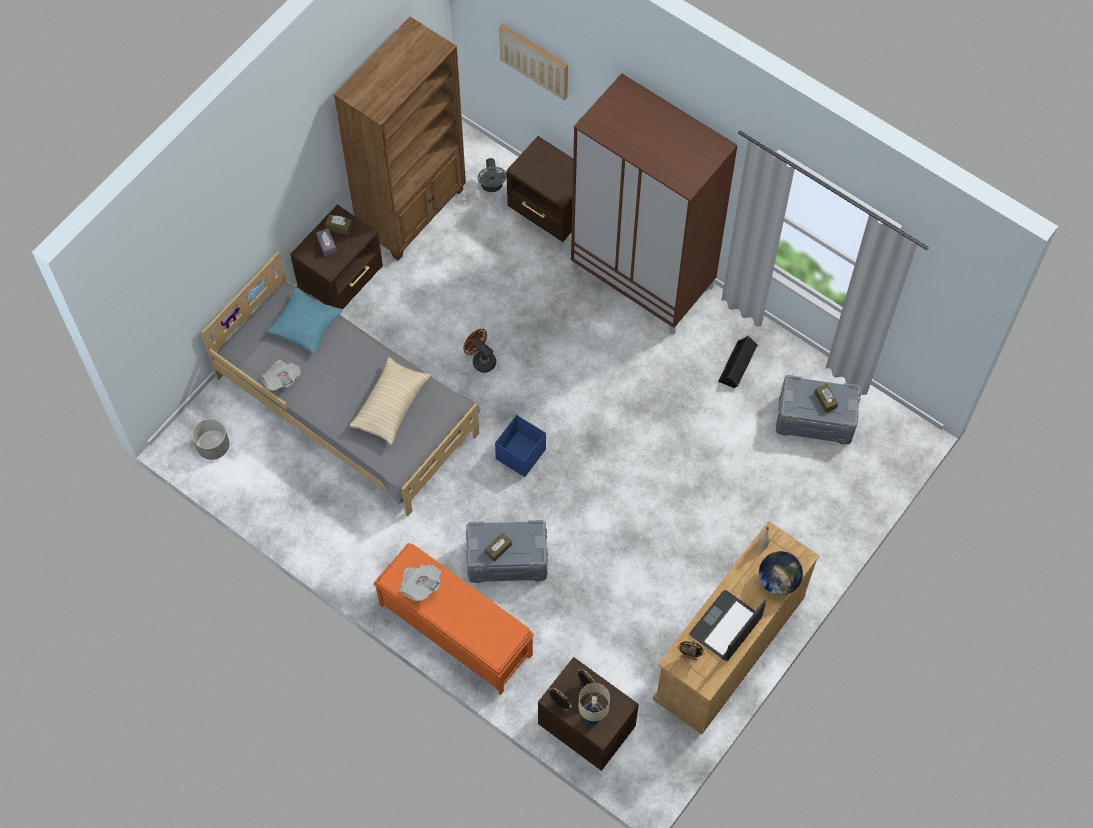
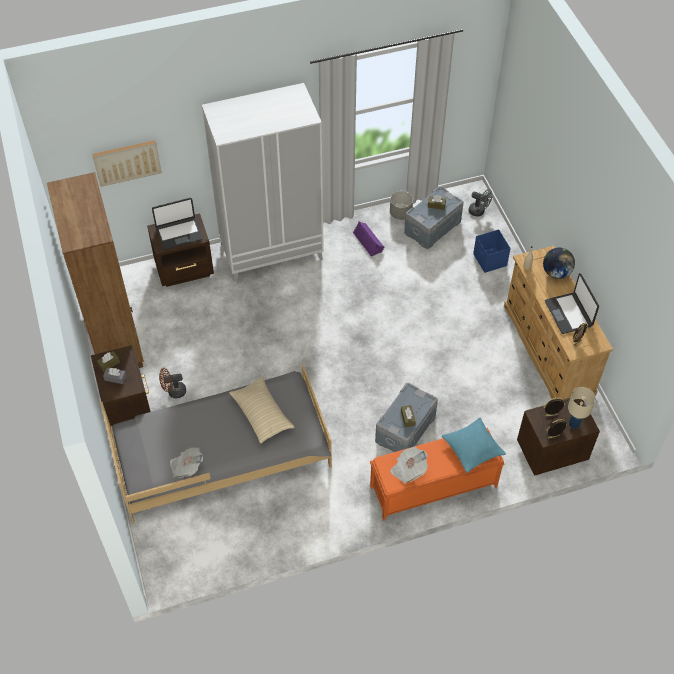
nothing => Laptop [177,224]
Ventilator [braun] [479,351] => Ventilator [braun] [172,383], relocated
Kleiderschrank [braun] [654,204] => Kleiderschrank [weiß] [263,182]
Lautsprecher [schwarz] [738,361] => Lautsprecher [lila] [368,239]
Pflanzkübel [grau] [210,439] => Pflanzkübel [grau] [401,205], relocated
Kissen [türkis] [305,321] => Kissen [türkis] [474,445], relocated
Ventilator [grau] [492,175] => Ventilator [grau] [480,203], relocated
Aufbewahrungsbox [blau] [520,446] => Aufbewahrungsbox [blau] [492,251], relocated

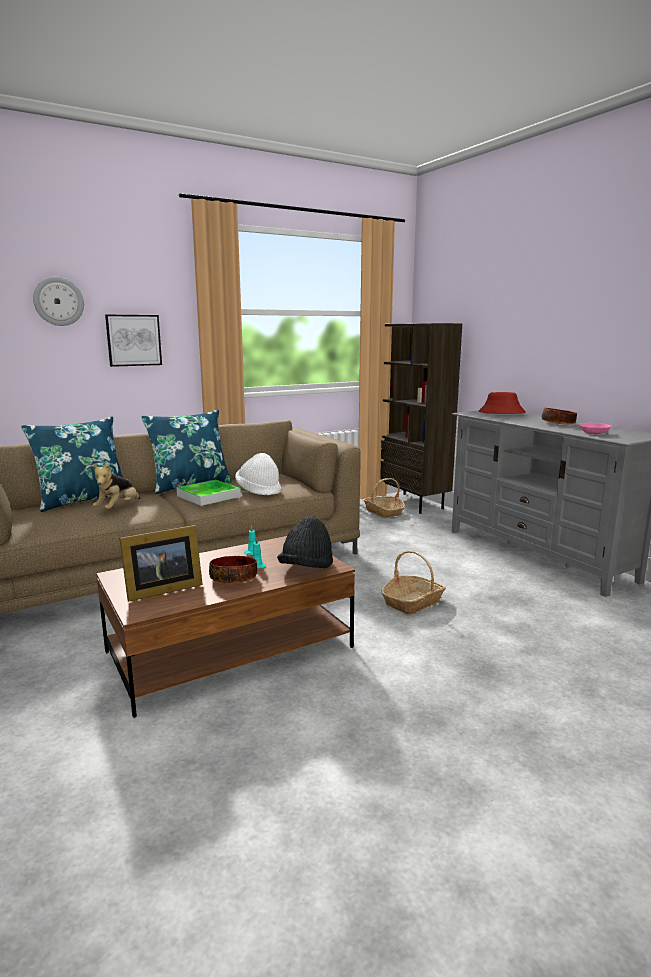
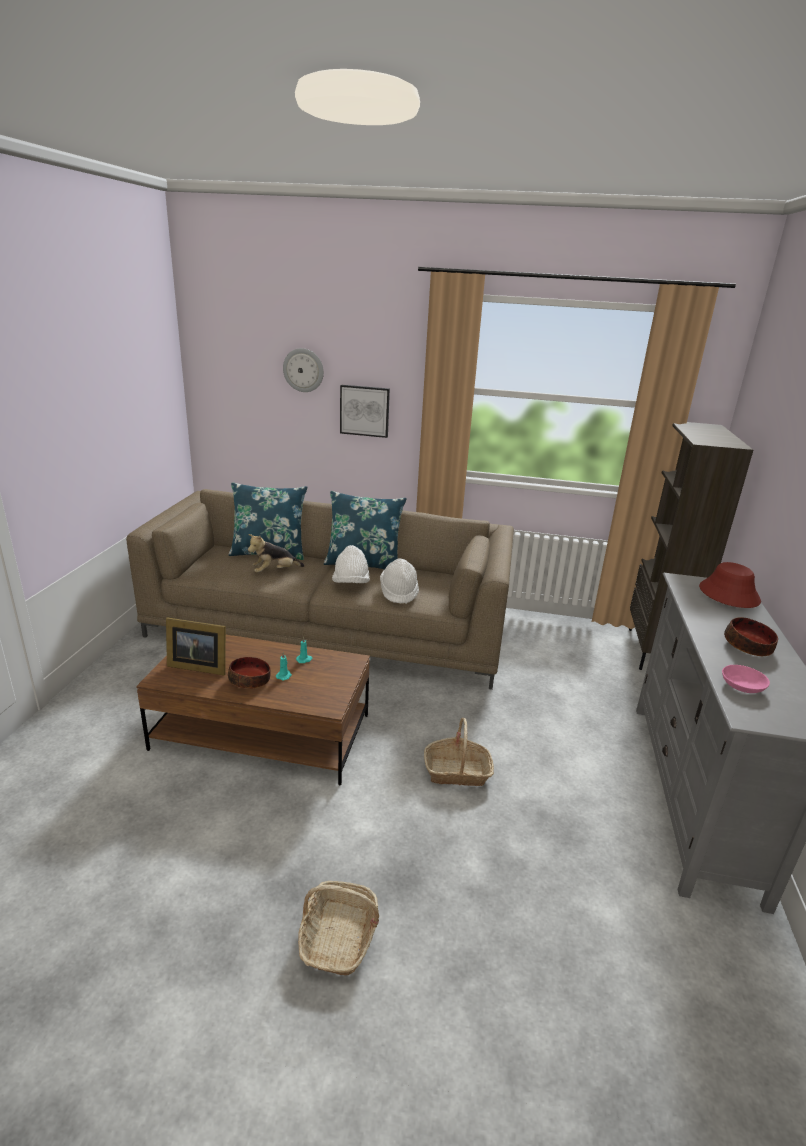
Korb [384,498] => Korb [338,928], relocated
Tablett [208,493] => Hut [weiß] [351,564]
Hut [schwarz] [305,542] => nothing

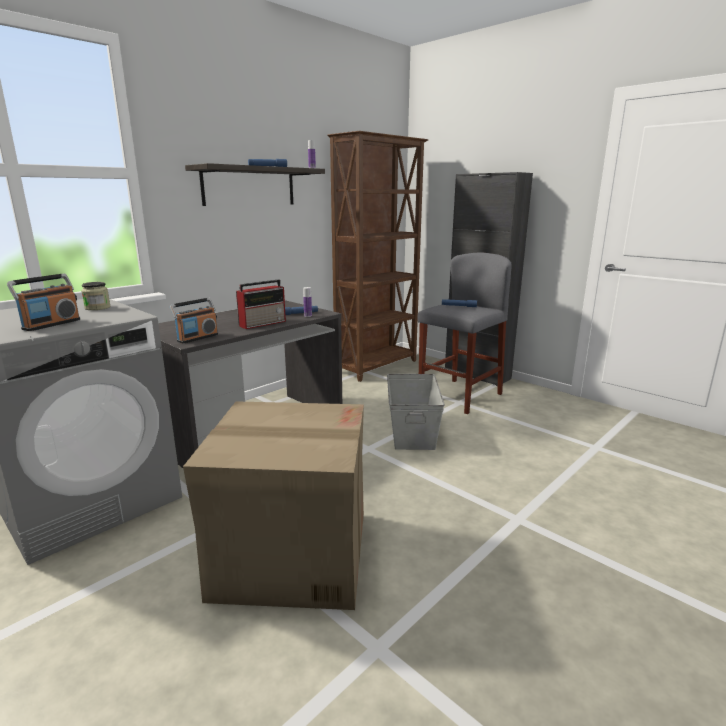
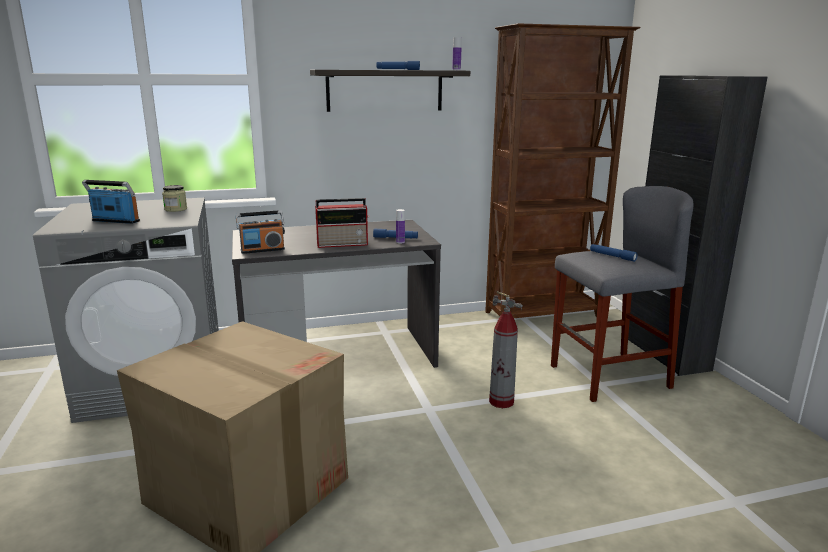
Radio [43,302] => Radio [111,202], 135 degrees counterclockwise
Aufbewahrungsbox [grau] [416,412] => Feuerlöscher [506,349]

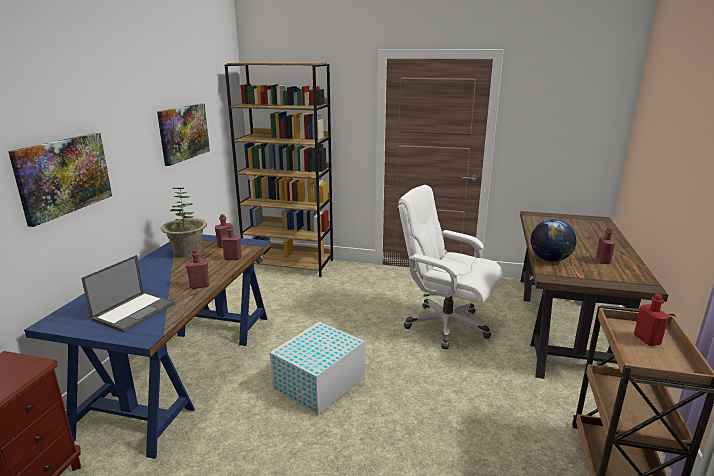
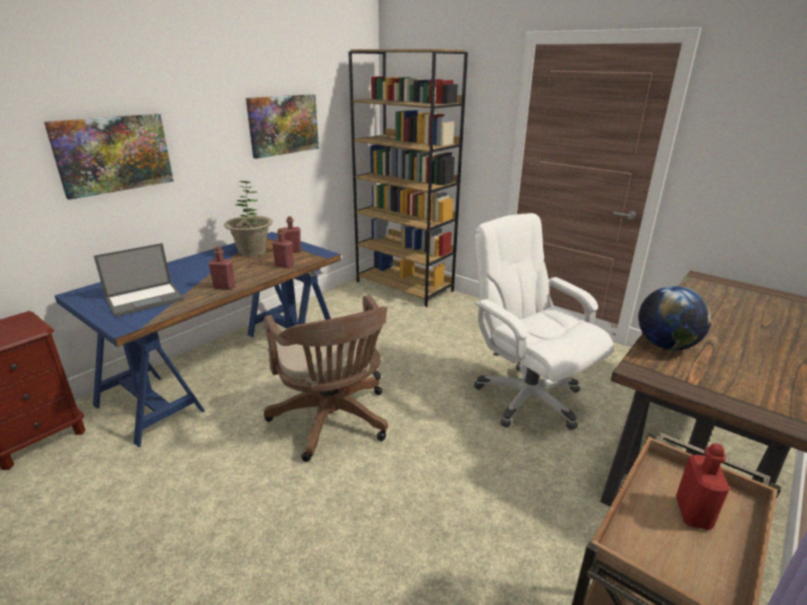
Aufbewahrungsbox [weiß] [317,368] => Bürostuhl [braun] [326,378]
Flasche [rot] [605,245] => nothing

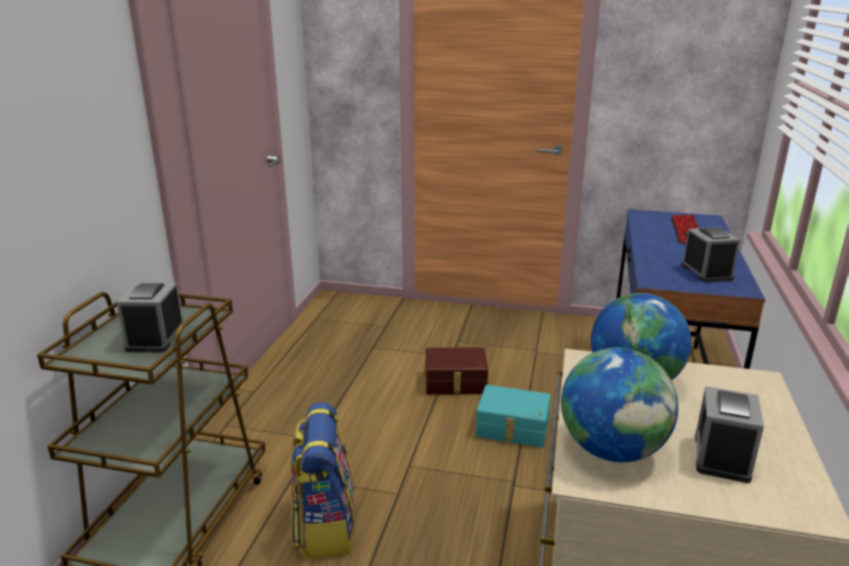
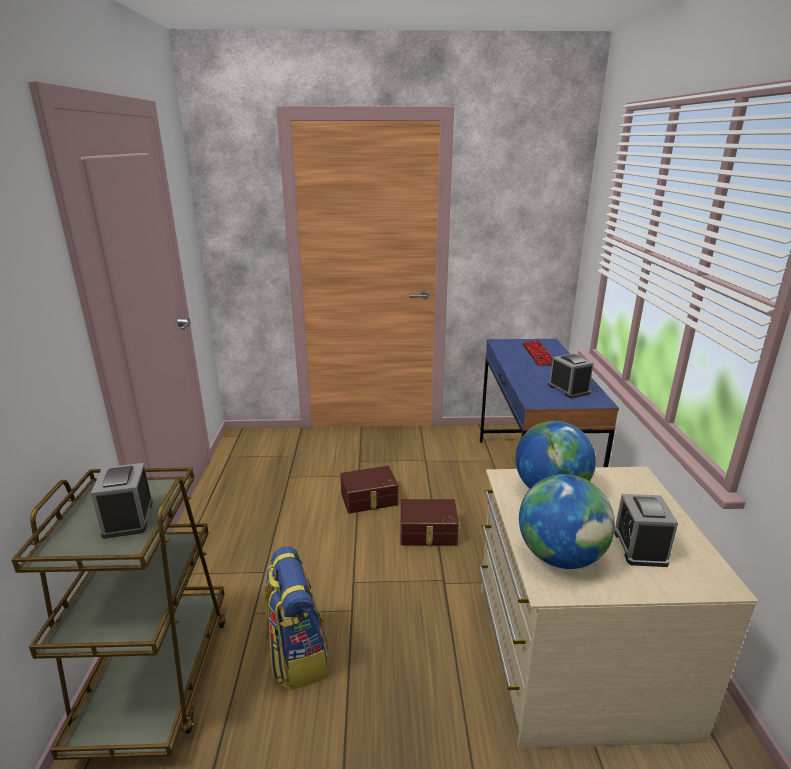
Aufbewahrungsbox [türkis] [513,416] => Aufbewahrungsbox [braun] [429,522]

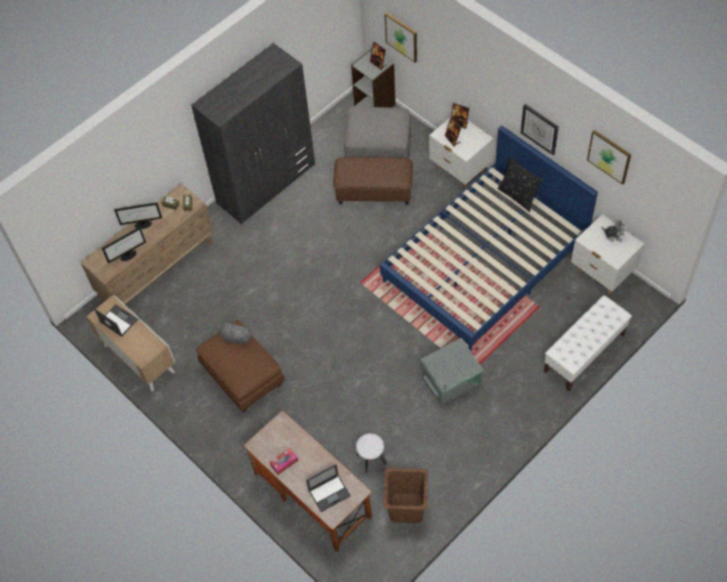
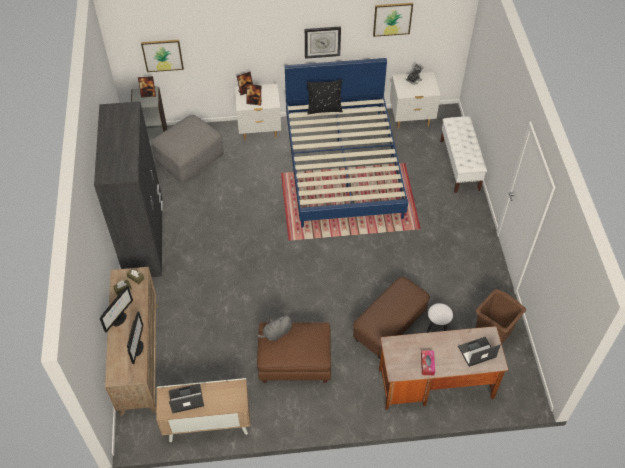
Polsterhocker [braun] [373,181] => Polsterhocker [braun] [391,318], relocated
Laptop [328,488] => Laptop [479,352], 120 degrees counterclockwise
Aufbewahrungsbox [grau] [452,371] => nothing

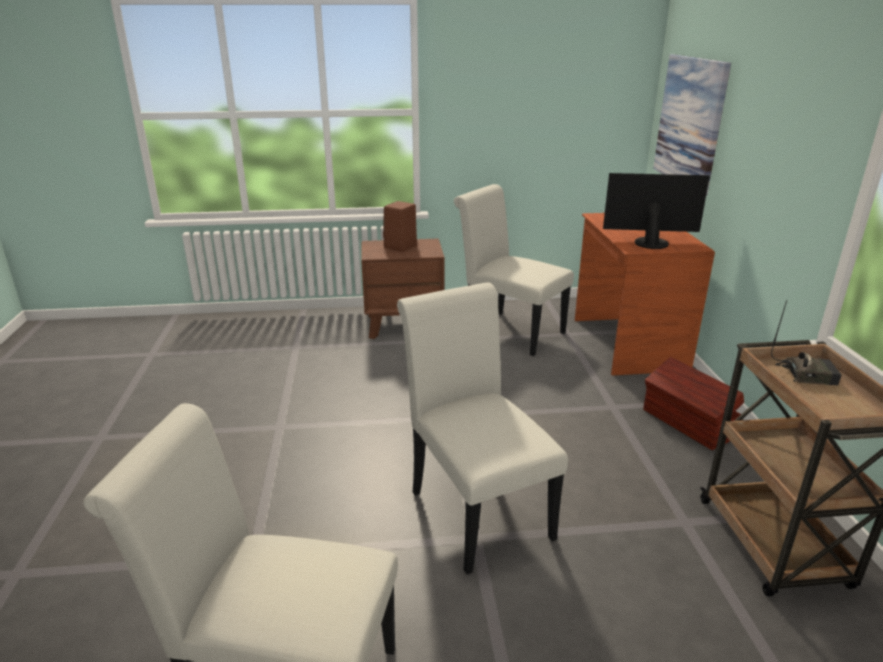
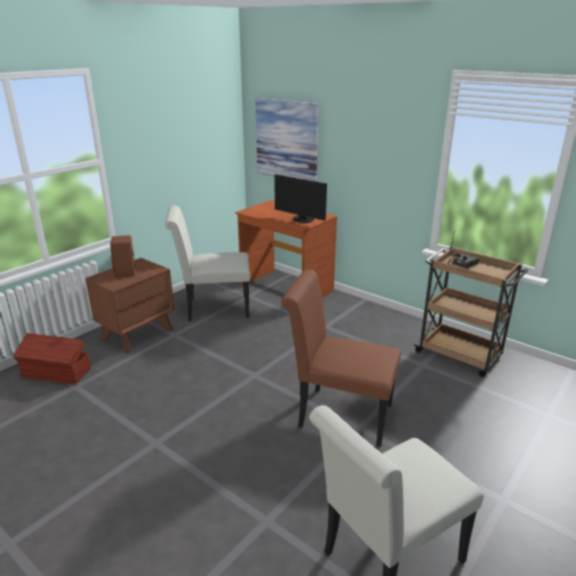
Aufbewahrungsbox [braun] [693,403] => Aufbewahrungsbox [braun] [52,359], relocated
Monitor [656,211] => Monitor [300,198], 105 degrees counterclockwise
Stuhl [weiß] [482,428] => Stuhl [braun] [341,358]

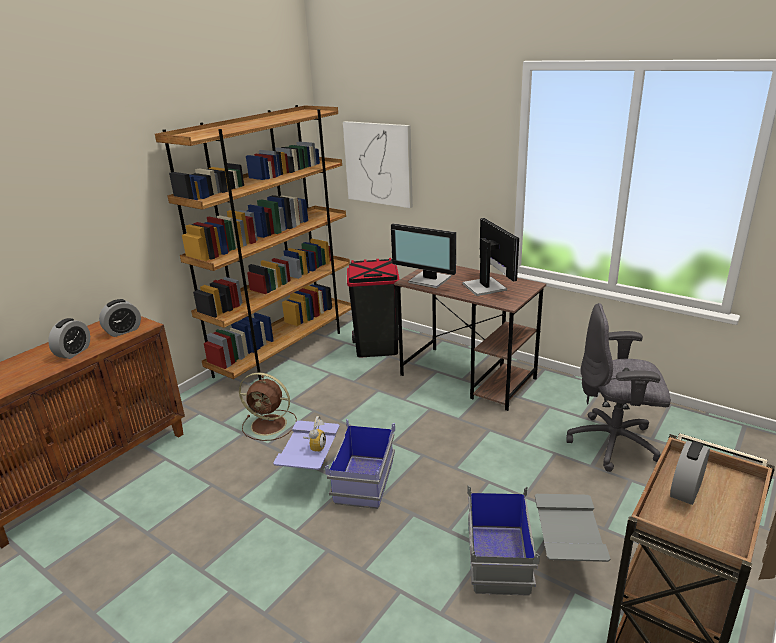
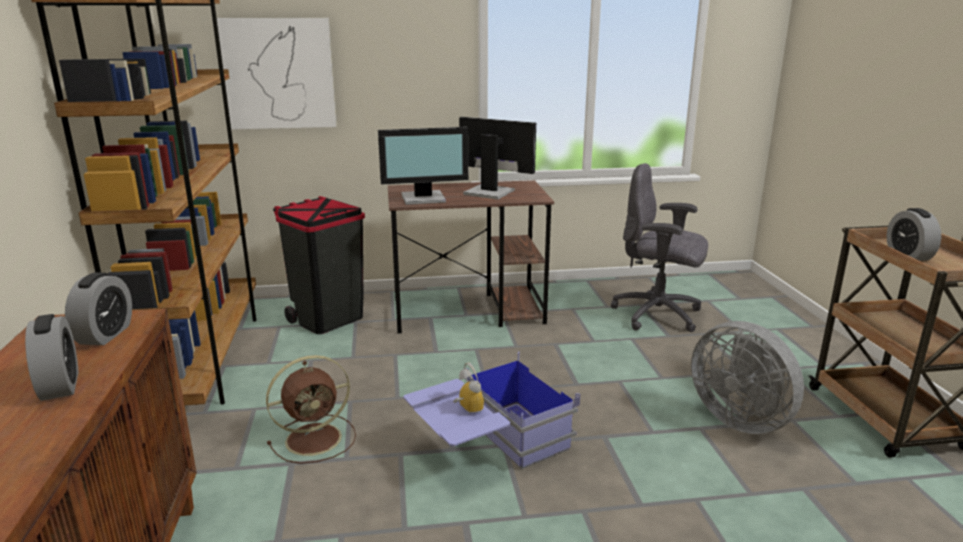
Bürostuhl [grau] [618,387] => Bürostuhl [grau] [659,247], 60 degrees clockwise
Aufbewahrungsbox [grau] [538,541] => Ventilator [grau] [747,377]

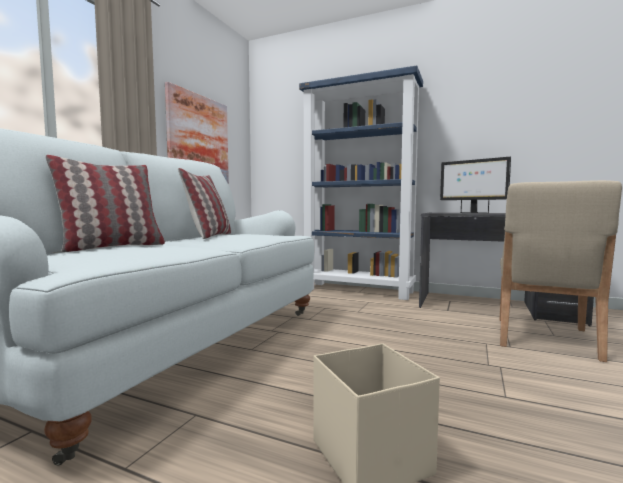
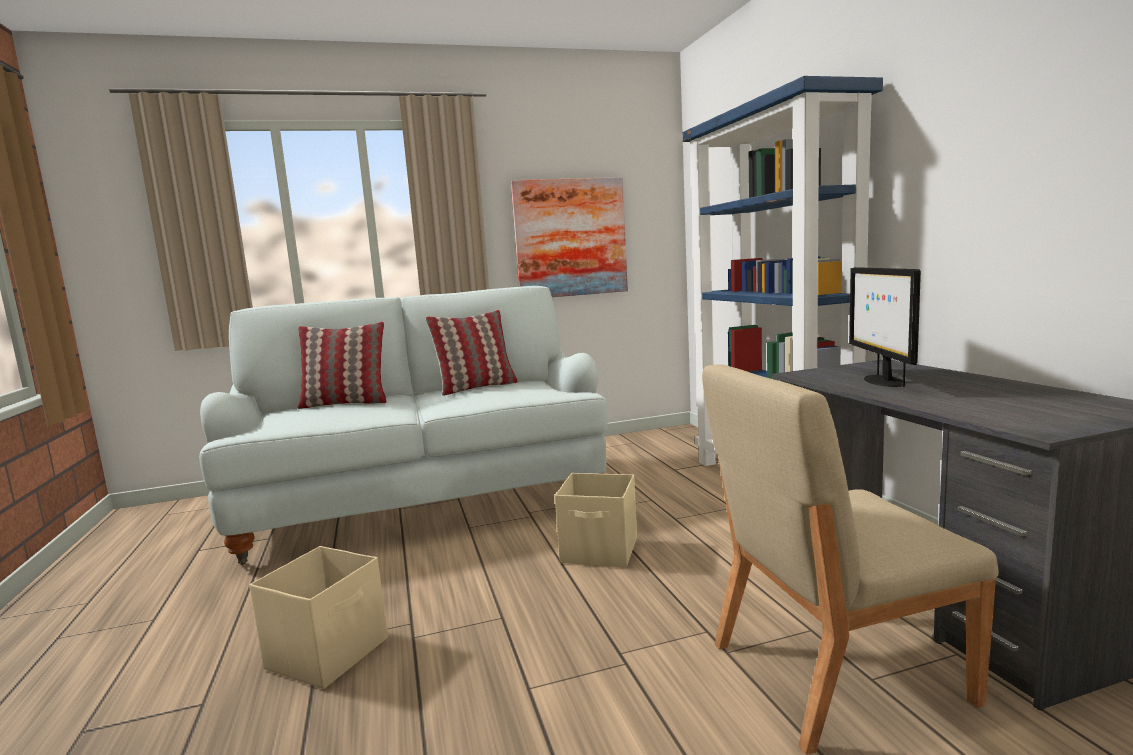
nothing => Aufbewahrungsbox [beige] [596,520]

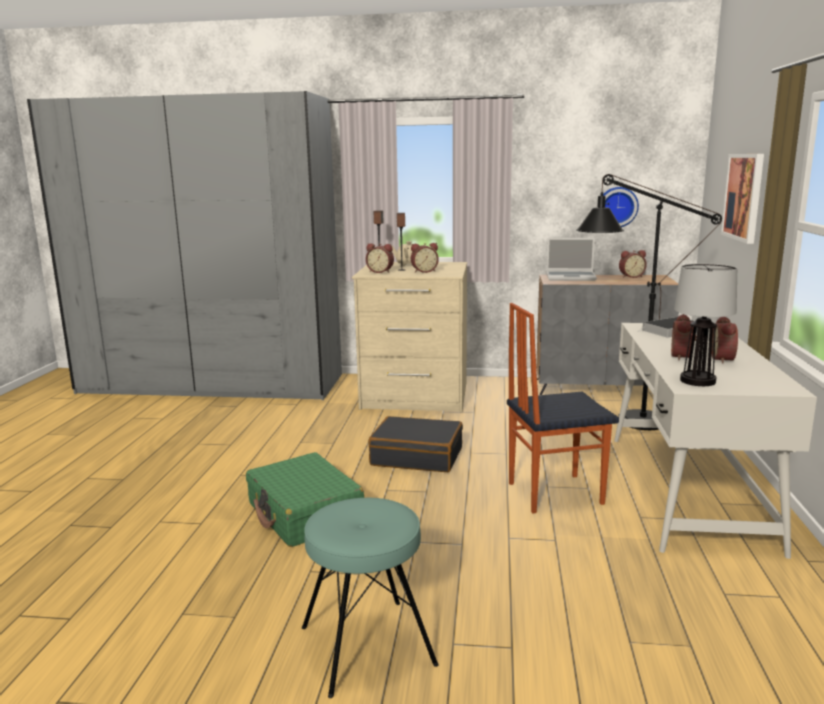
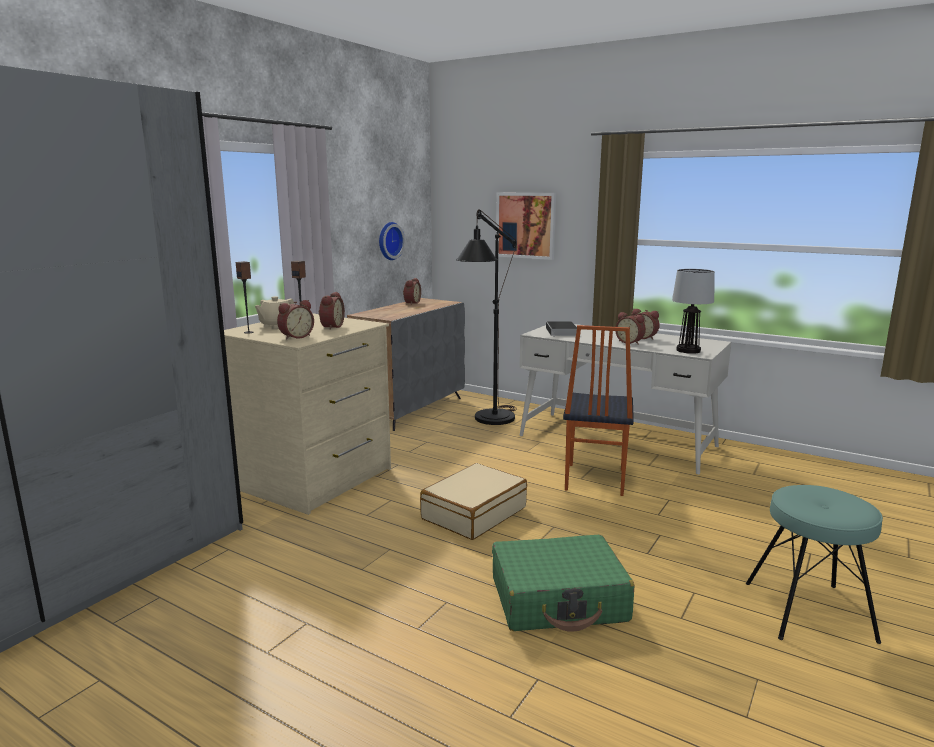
Koffer [schwarz] [415,444] => Koffer [beige] [473,501]
Laptop [572,259] => nothing

